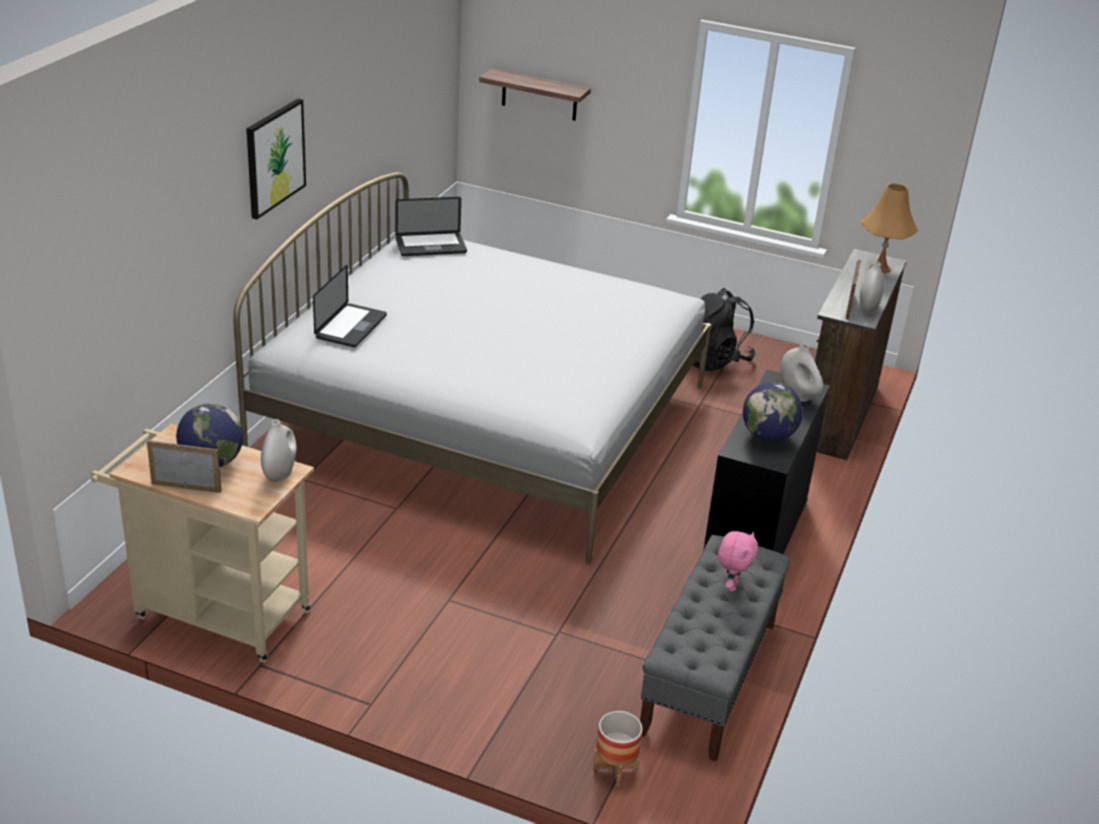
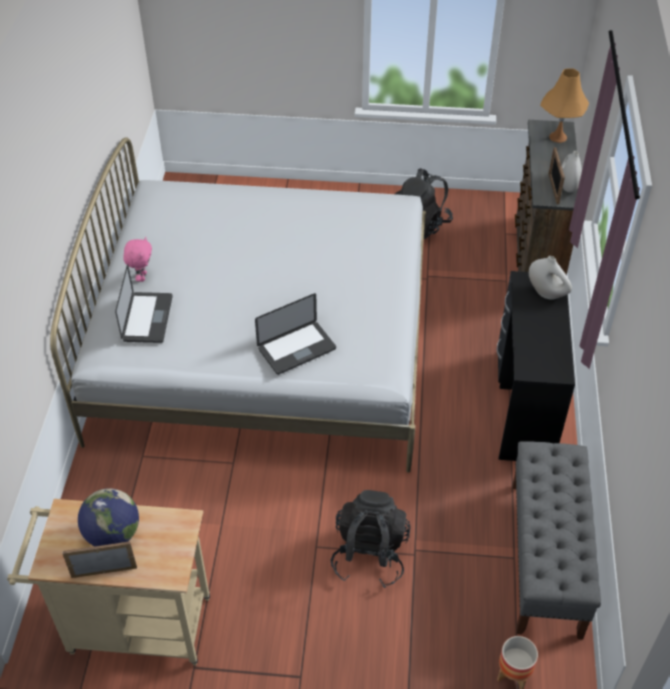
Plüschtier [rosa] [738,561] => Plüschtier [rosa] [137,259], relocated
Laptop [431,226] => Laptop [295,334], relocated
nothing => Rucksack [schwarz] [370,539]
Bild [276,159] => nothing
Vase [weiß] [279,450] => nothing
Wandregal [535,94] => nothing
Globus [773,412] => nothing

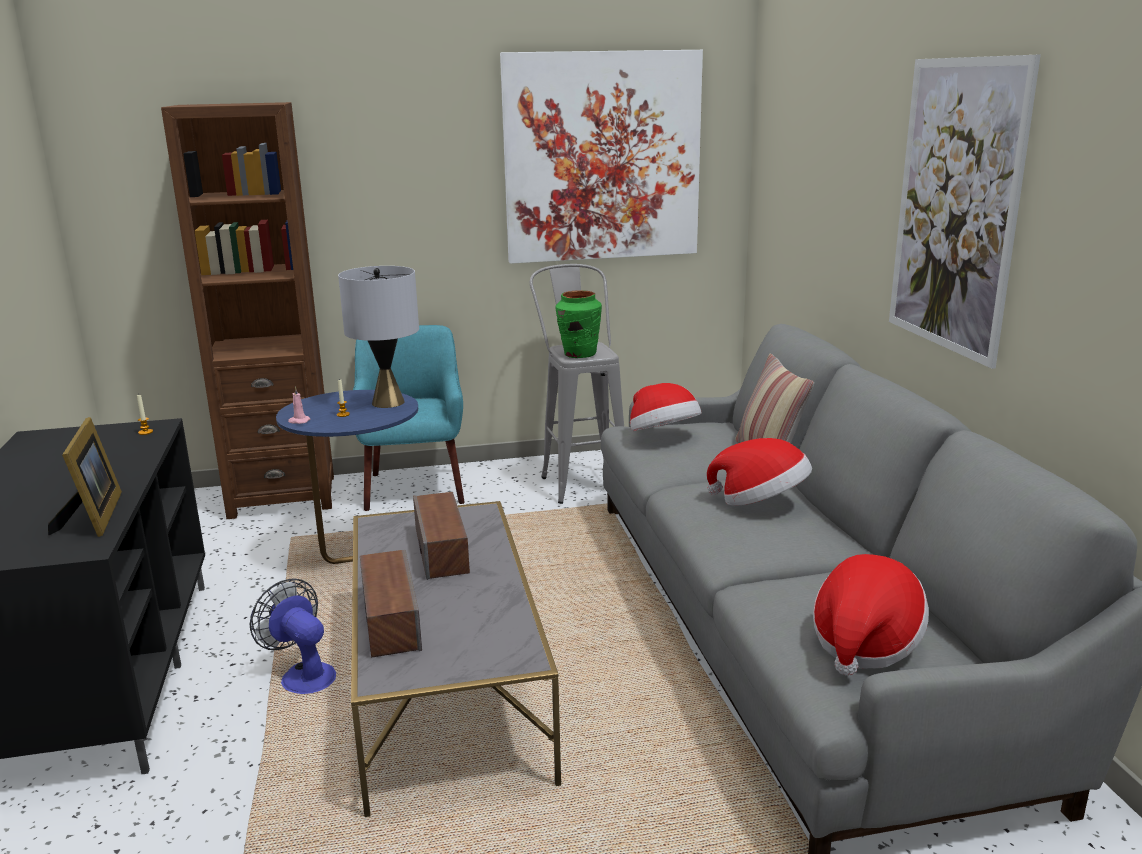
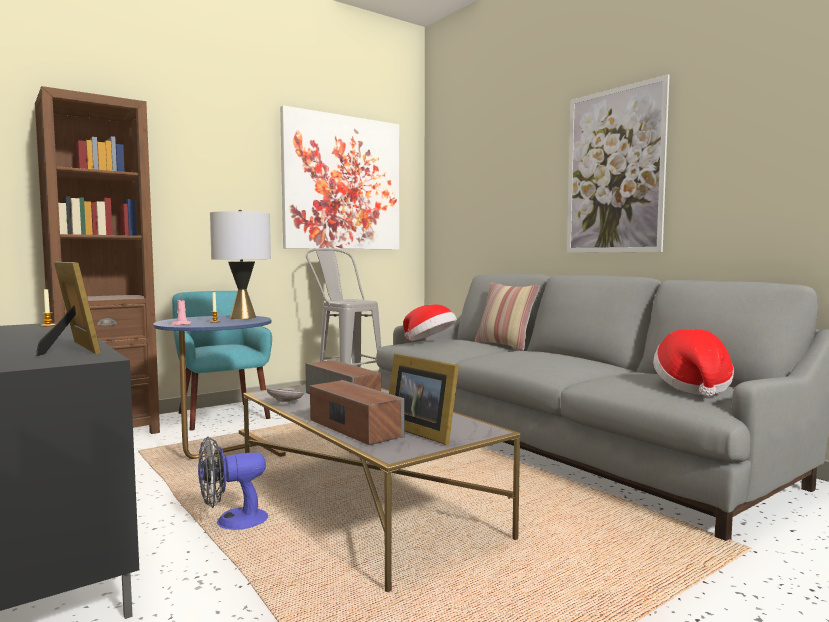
Ventilator [293,636] => Ventilator [233,483], 45 degrees counterclockwise
nothing => Schüssel [grau] [285,396]
nothing => Bilderrahmen [424,399]
Vase [grün] [579,324] => nothing
Hut [759,472] => nothing

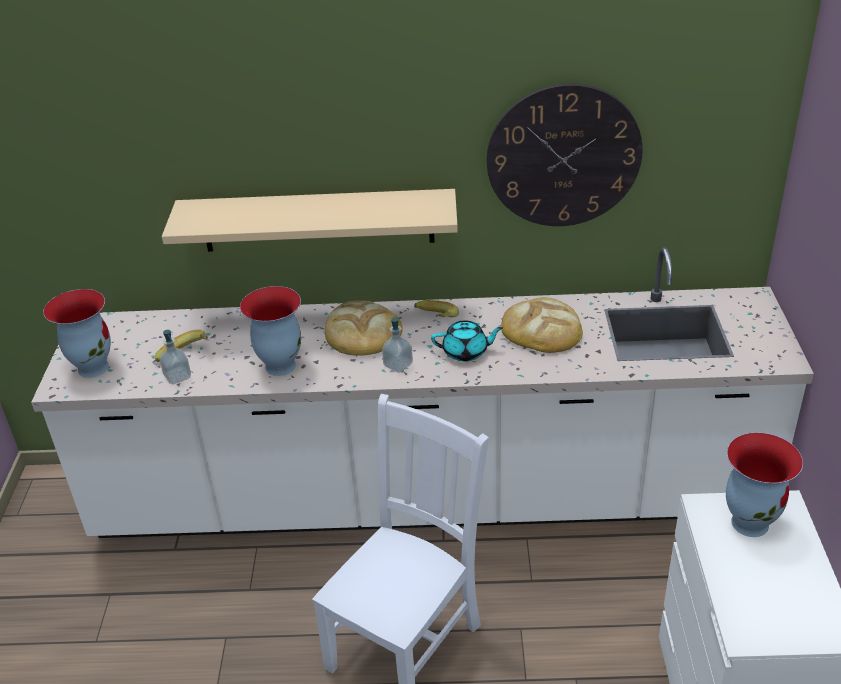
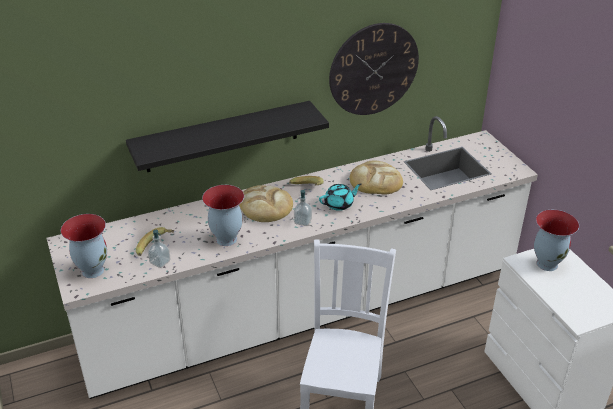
Wandregal [beige] [310,220] => Wandregal [schwarz] [227,136]

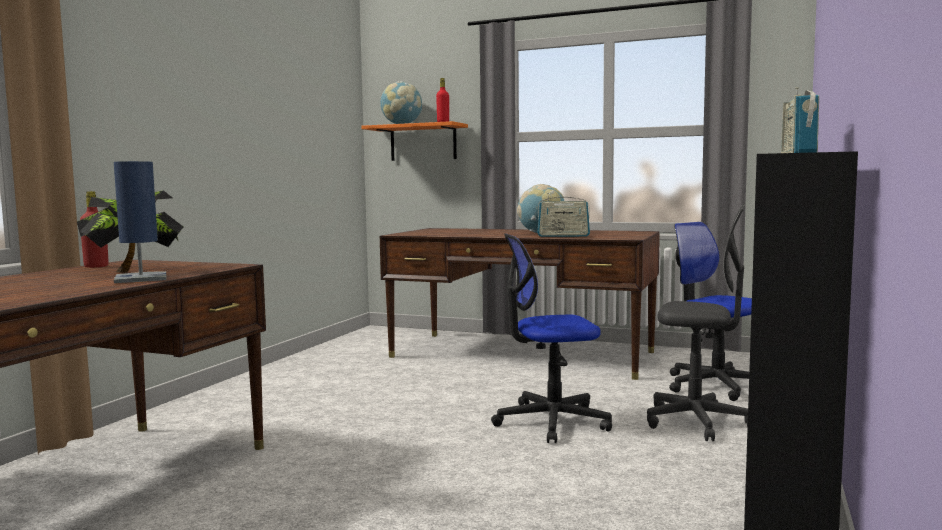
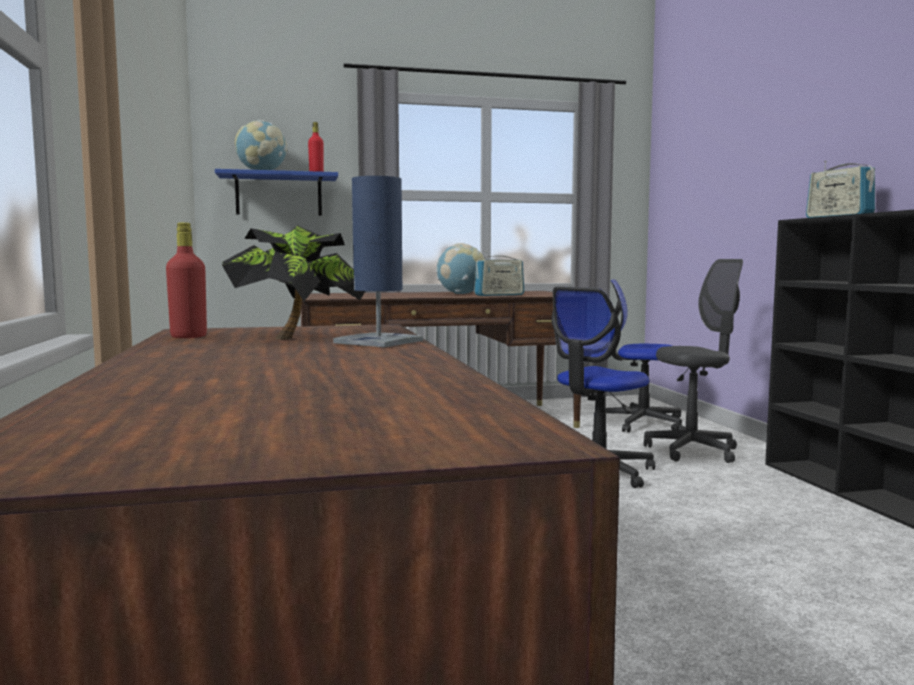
Wandregal [orange] [414,141] => Wandregal [blau] [276,192]

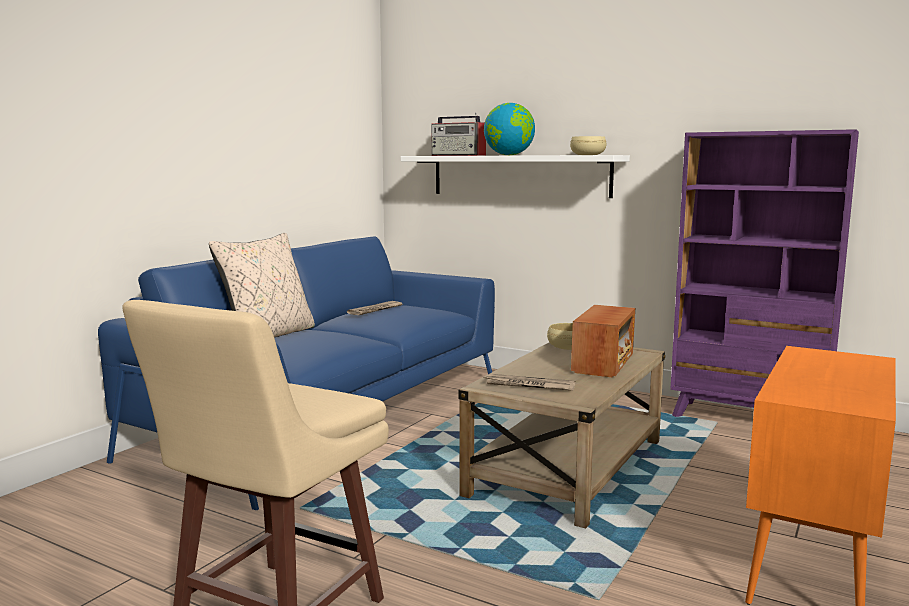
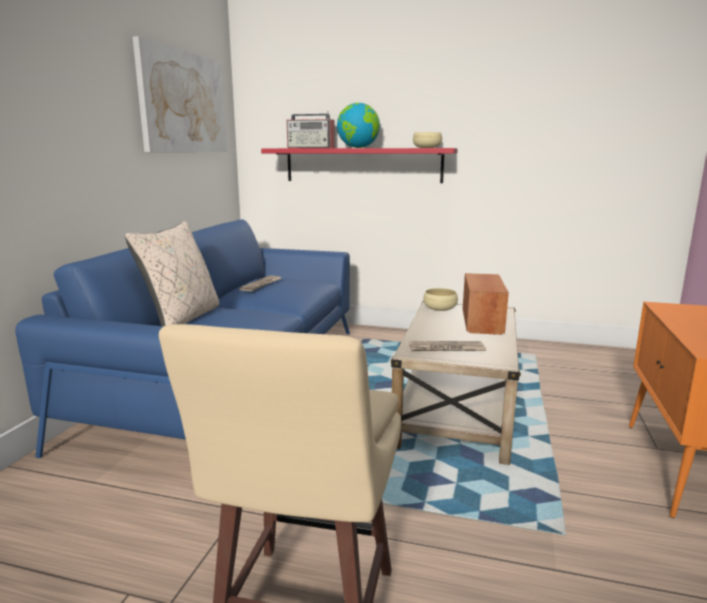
nothing => Bild [179,94]
Wandregal [weiß] [515,176] => Wandregal [rot] [359,165]
Bücherregal [lila] [765,273] => nothing

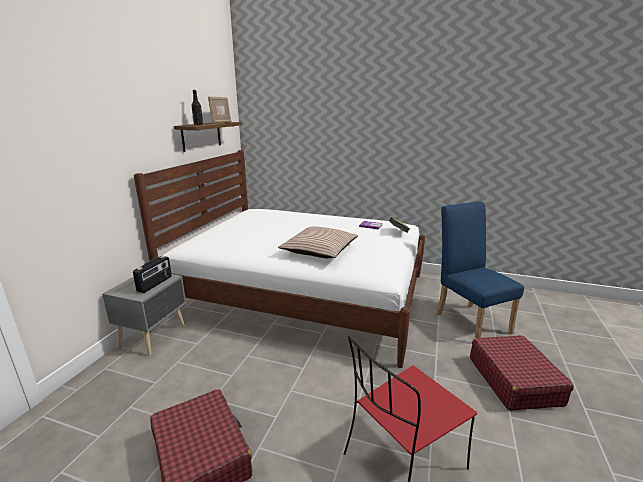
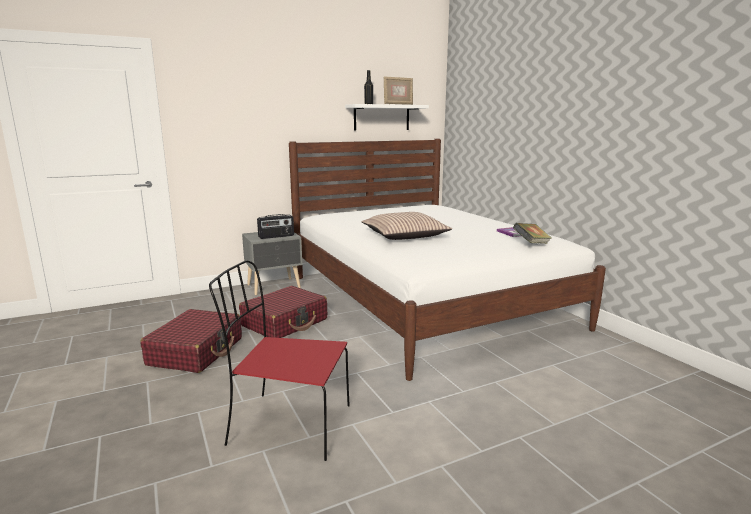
Koffer [rot] [522,373] => Koffer [rot] [283,312], relocated
Wandregal [braun] [208,137] => Wandregal [weiß] [387,117]
Stuhl [blau] [480,269] => nothing

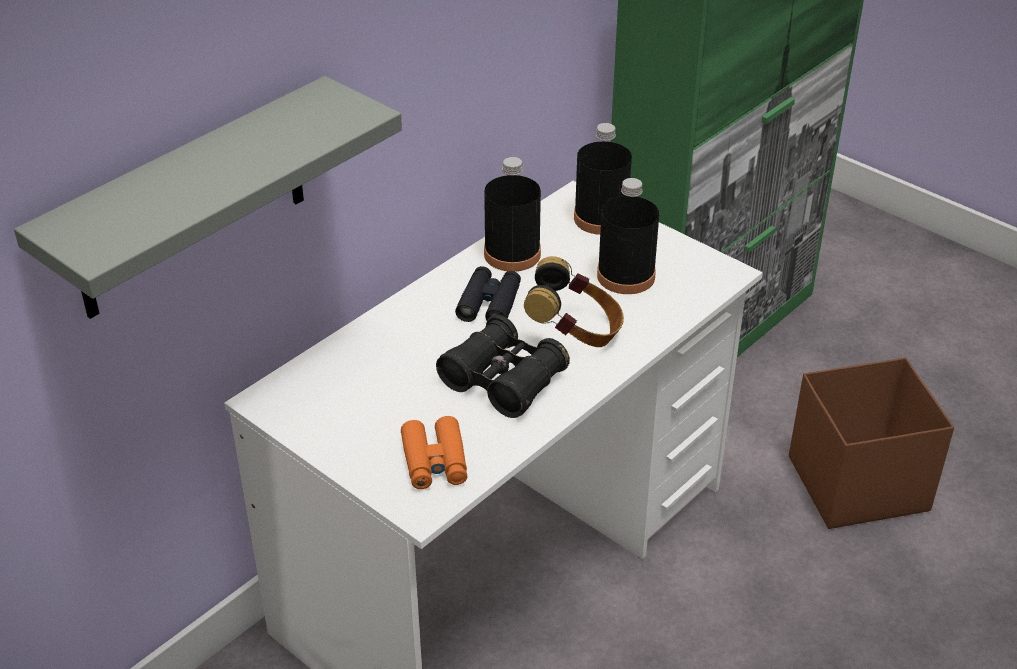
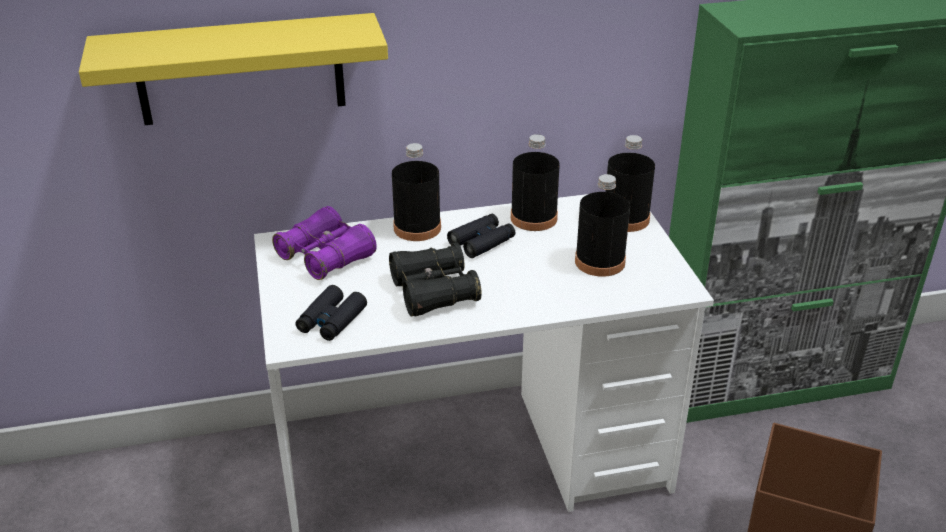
Wandregal [grau] [208,197] => Wandregal [gelb] [233,69]
nothing => Fernglas [lila] [324,243]
Fernglas [orange] [434,452] => Fernglas [schwarz] [331,313]
nothing => Flasche [schwarz] [416,192]
Kopfhörer [574,301] => nothing

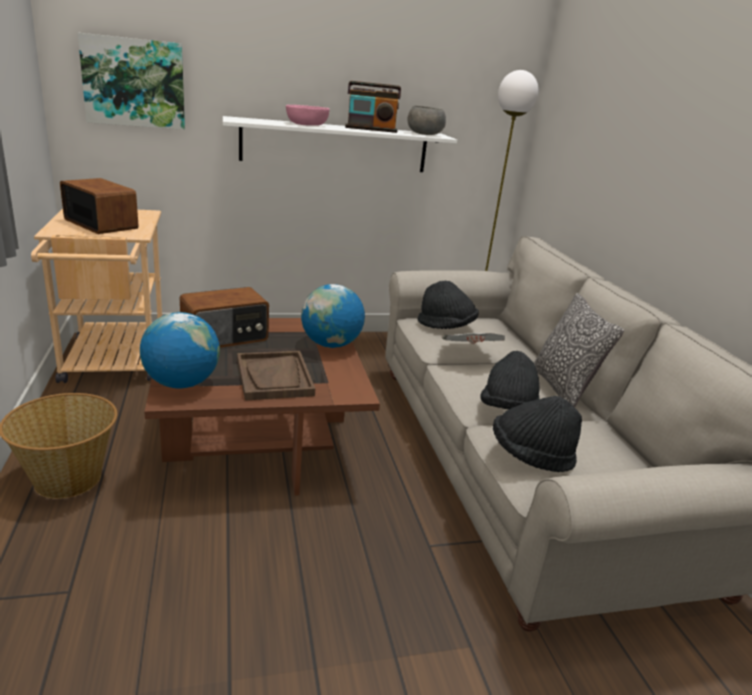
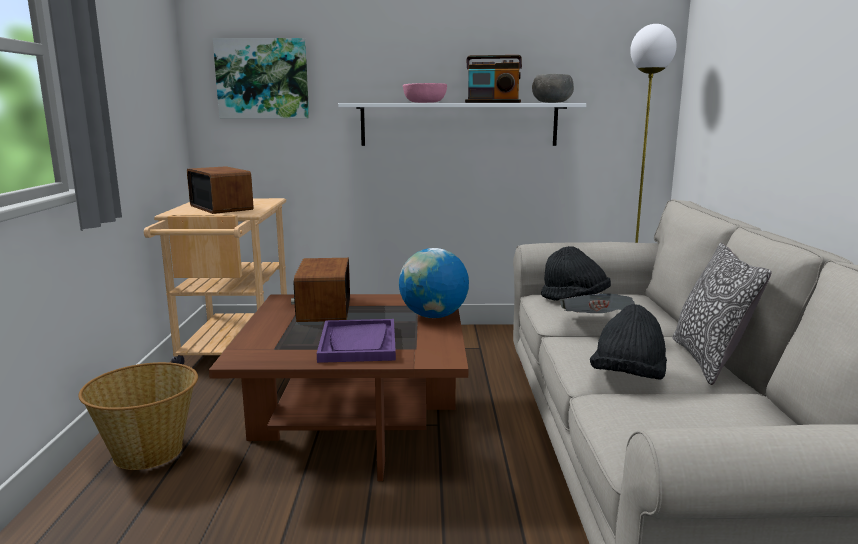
Radio [224,317] => Radio [320,290], 105 degrees clockwise
Tablett [braun] [276,376] => Tablett [lila] [356,341]
Globus [180,350] => nothing
Hut [schwarz] [537,434] => nothing

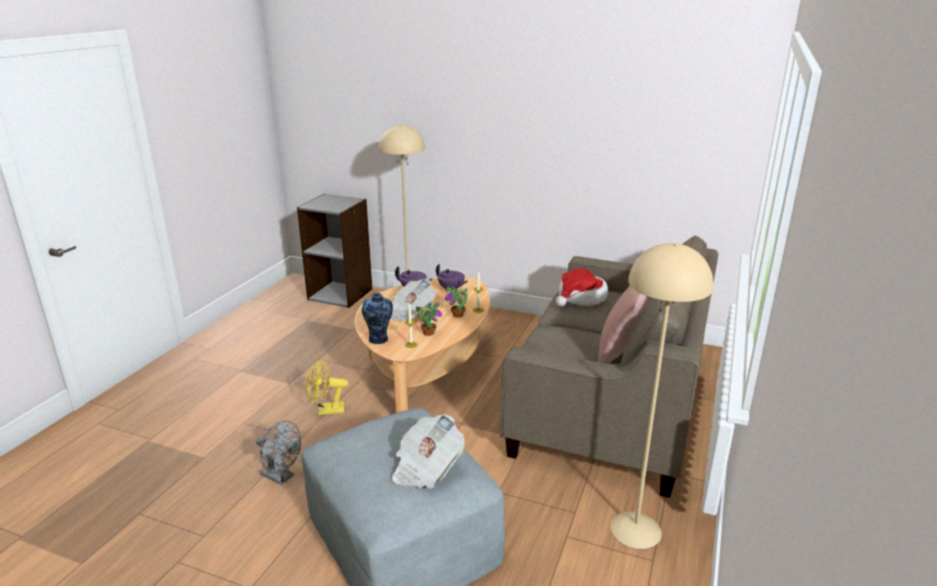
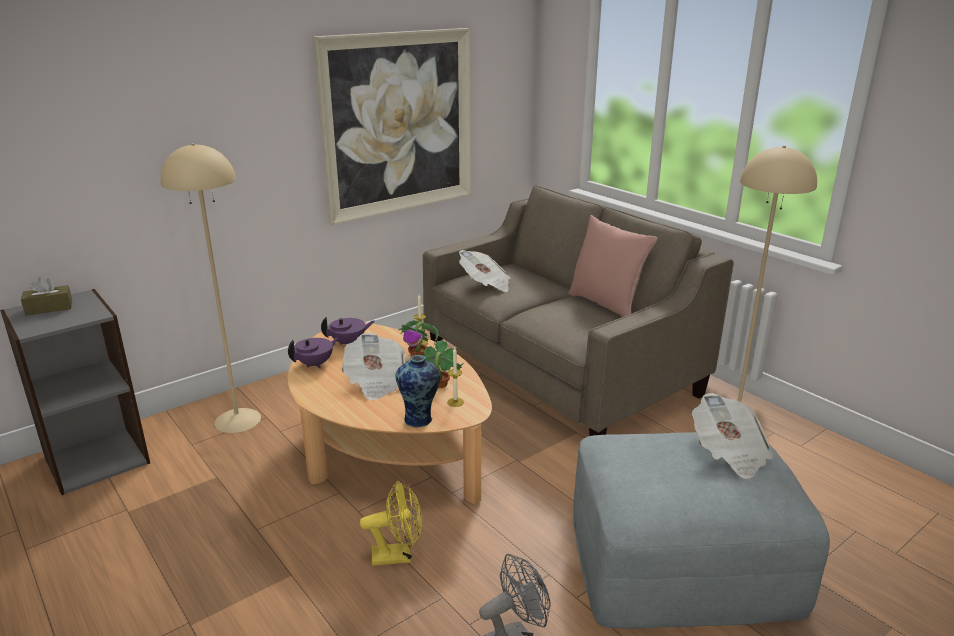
nothing => Taschentuchbox [braun] [46,296]
nothing => Bild [391,126]
Ventilator [gelb] [327,387] => Ventilator [gelb] [391,523], 120 degrees counterclockwise
Hut [582,287] => Zeitung [484,271]

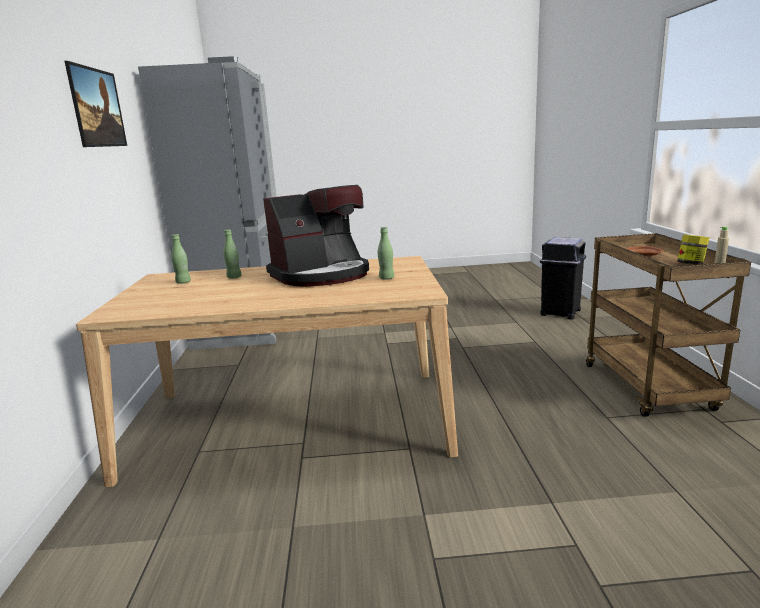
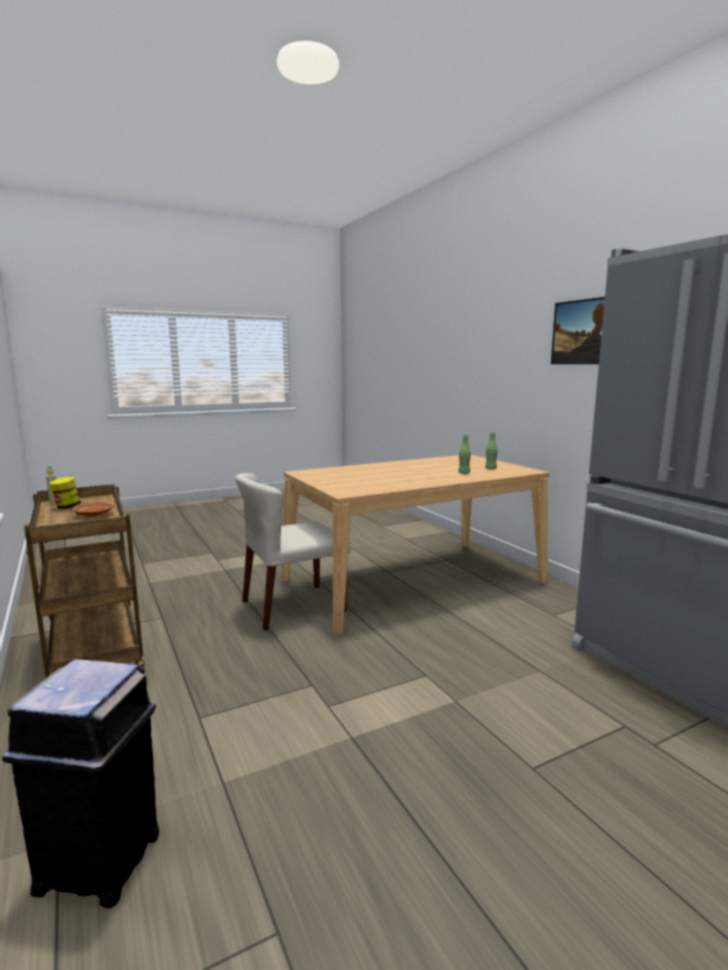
nothing => Stuhl [beige] [292,552]
Kaffeemaschine [316,236] => nothing
Flasche [grün] [386,253] => nothing

